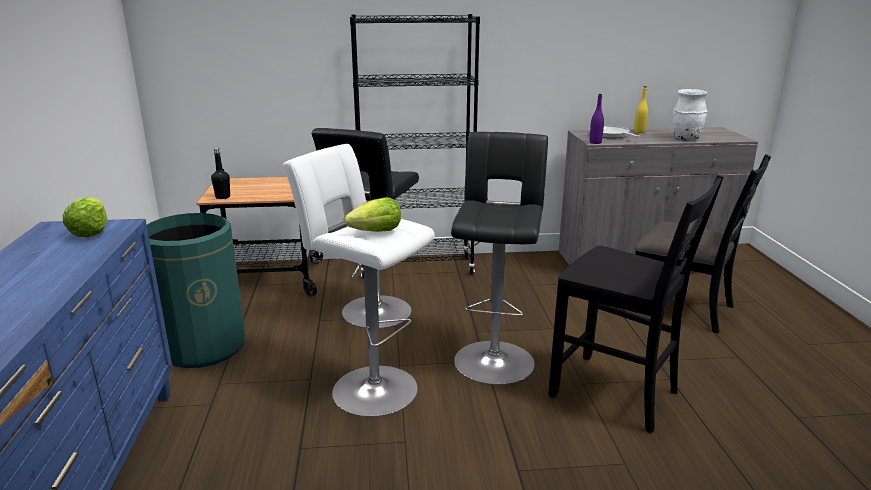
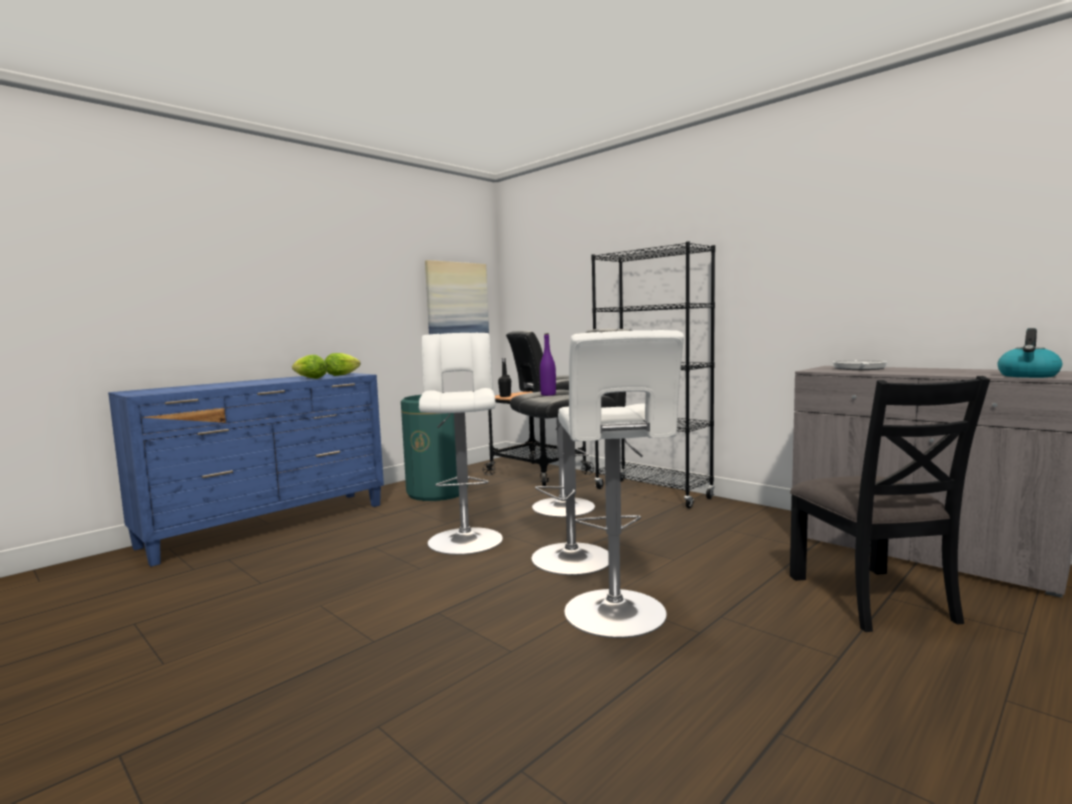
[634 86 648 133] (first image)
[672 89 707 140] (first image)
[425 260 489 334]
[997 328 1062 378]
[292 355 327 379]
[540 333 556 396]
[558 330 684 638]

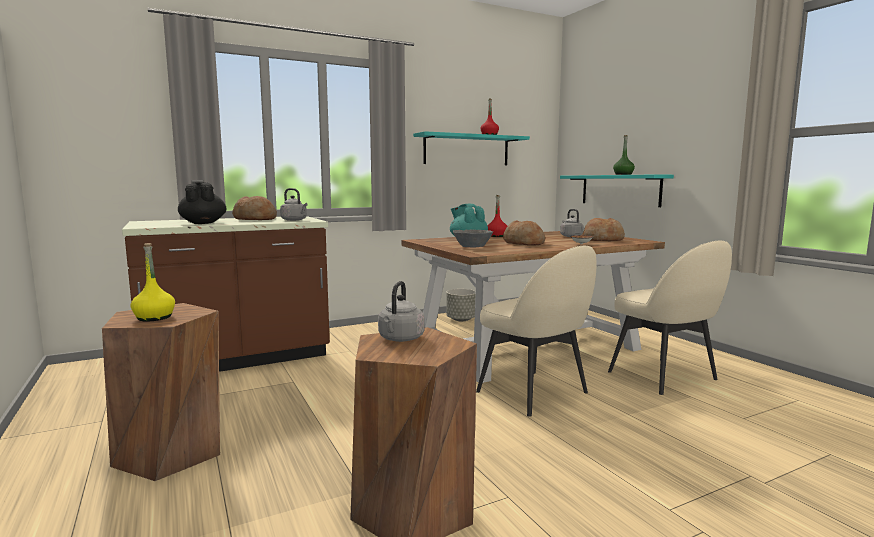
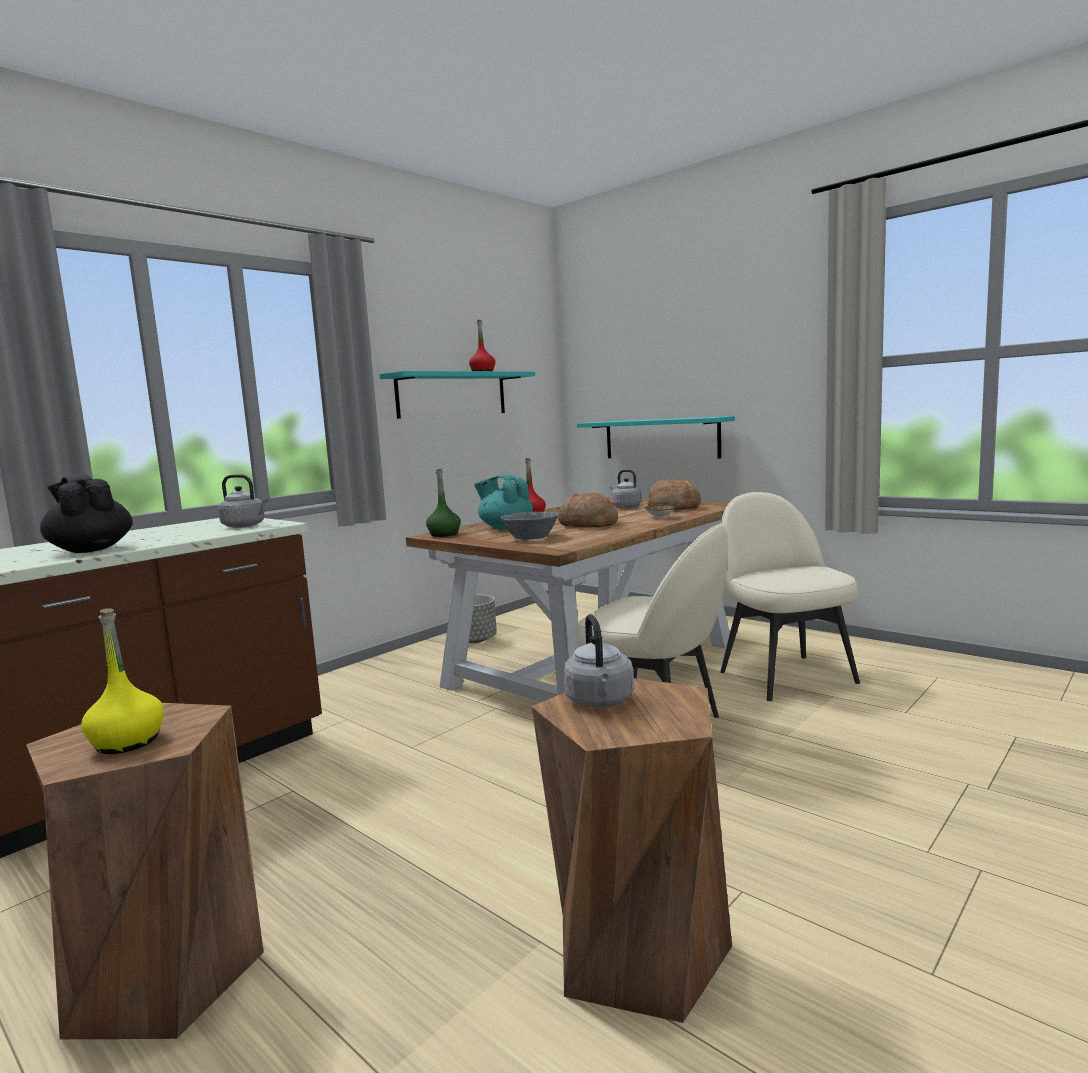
[232 196 277 220] (first image)
[426 469 461 537]
[720 492 860 701]

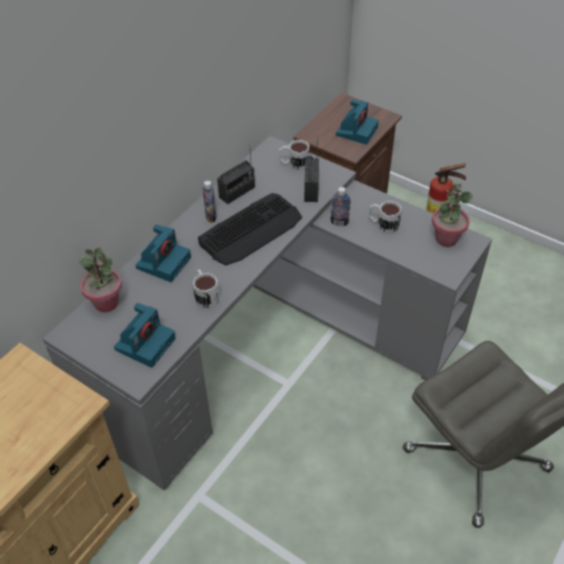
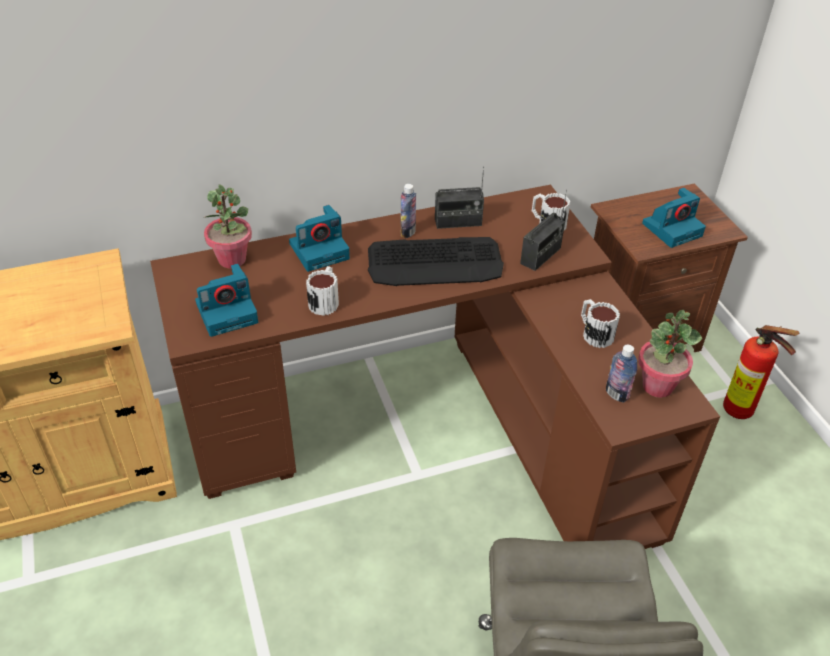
[606 345 637 402]
[150 185 720 549]

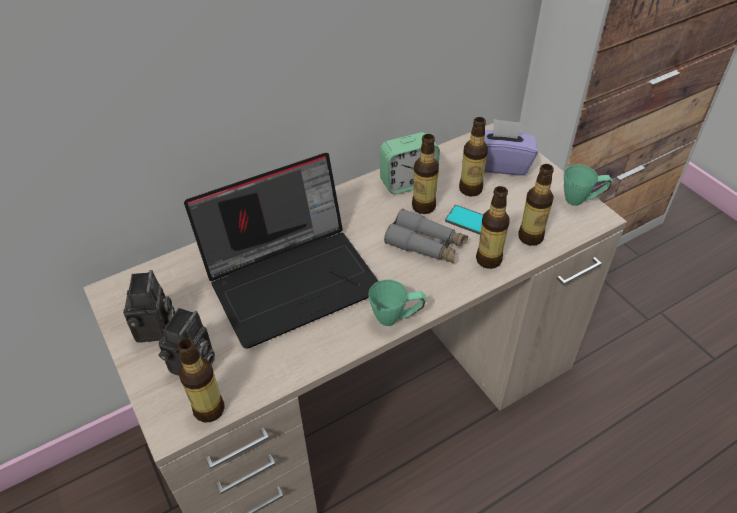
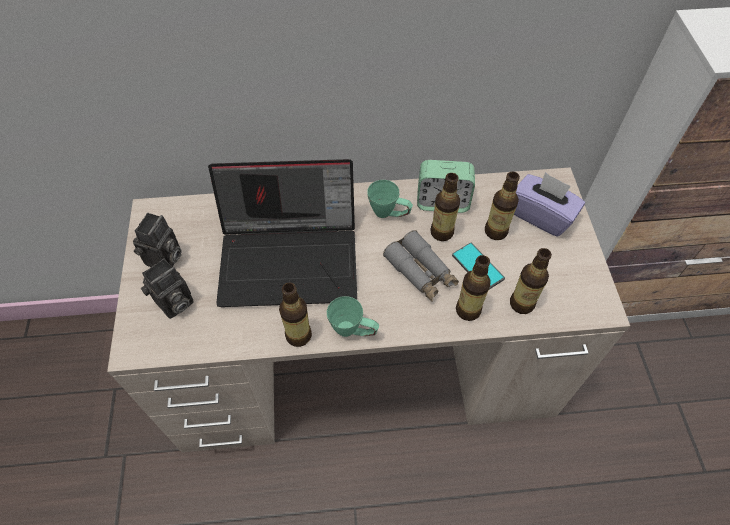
[279 282 312 347]
[367 180 413 218]

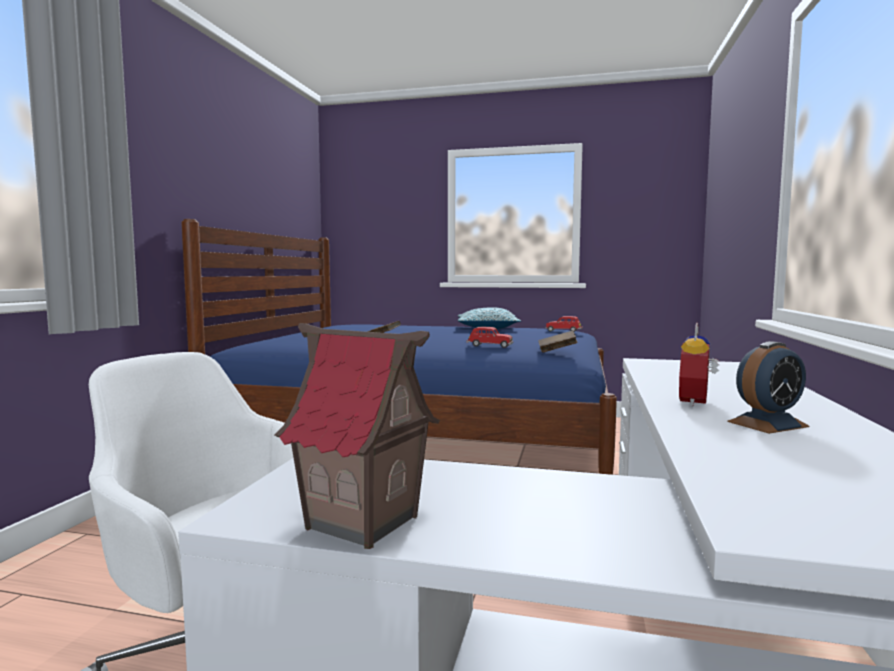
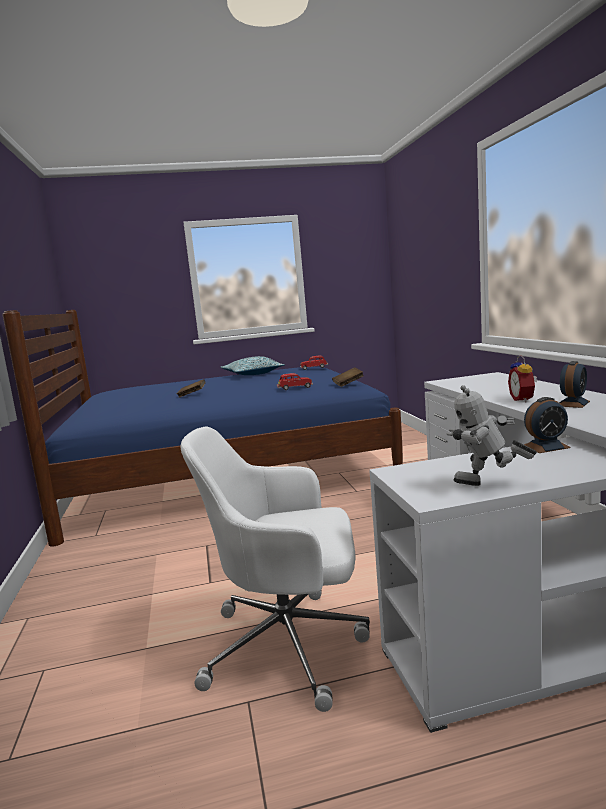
[524 397 571 453]
[446 385 537 486]

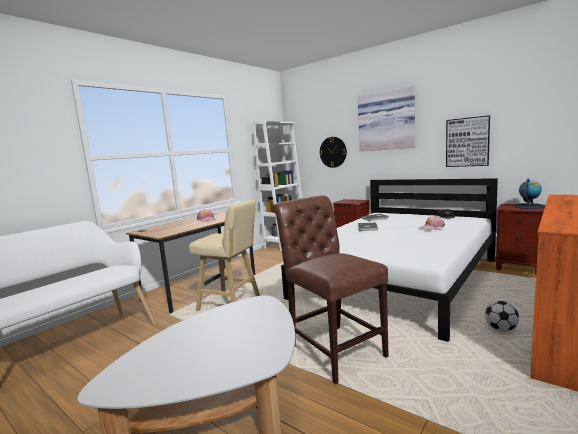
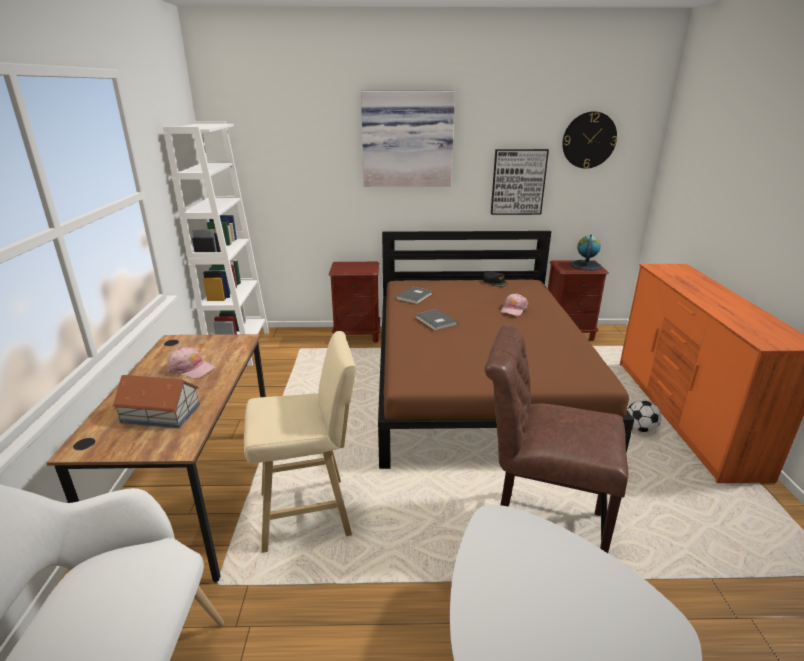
[112 375 200 428]
[562 111 617 169]
[378 231 634 469]

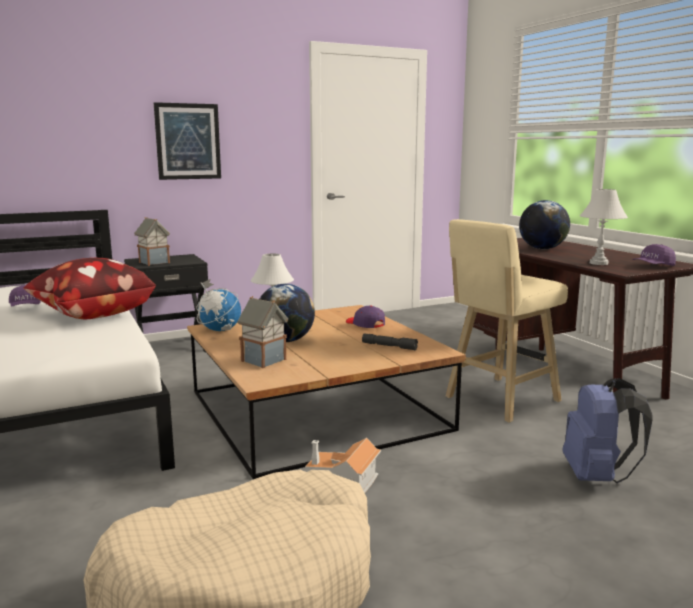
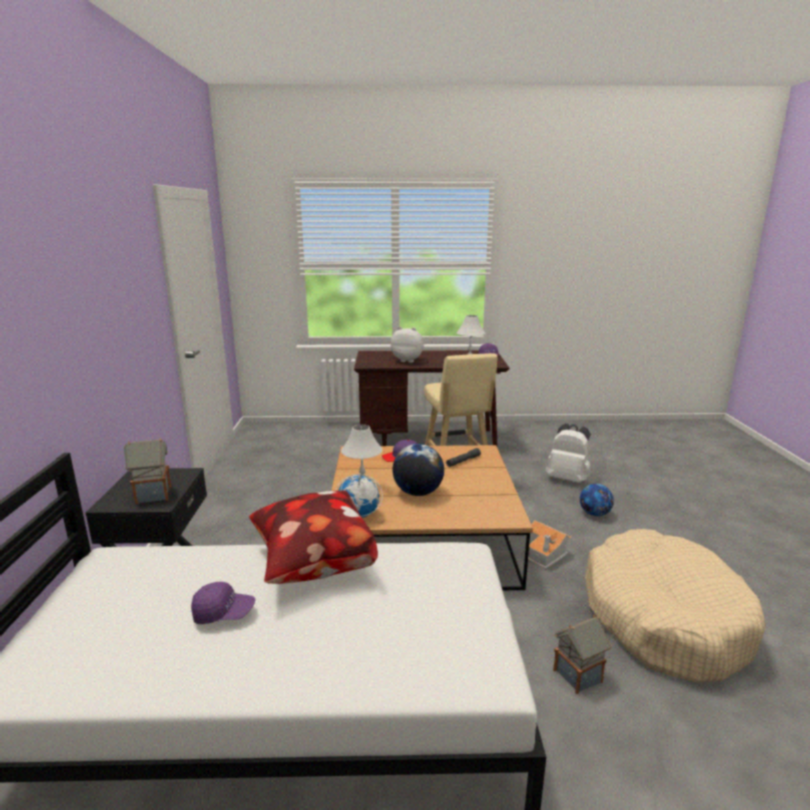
[154 102 221 180] (first image)
[580 484 614 516]
[553 615 611 694]
[391 327 424 363]
[546 423 591 483]

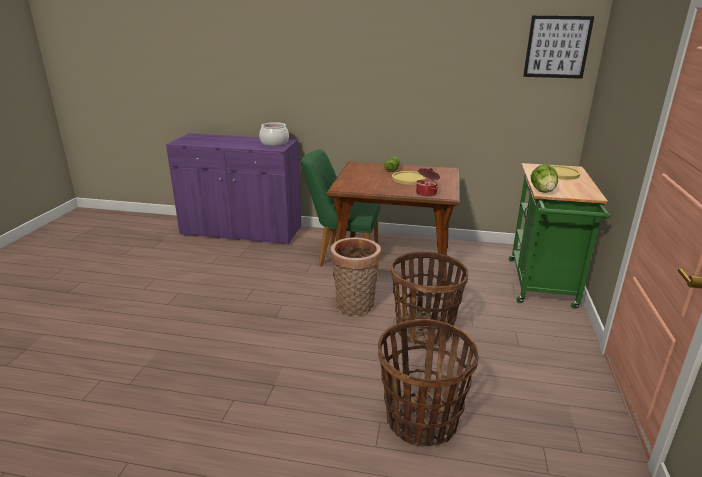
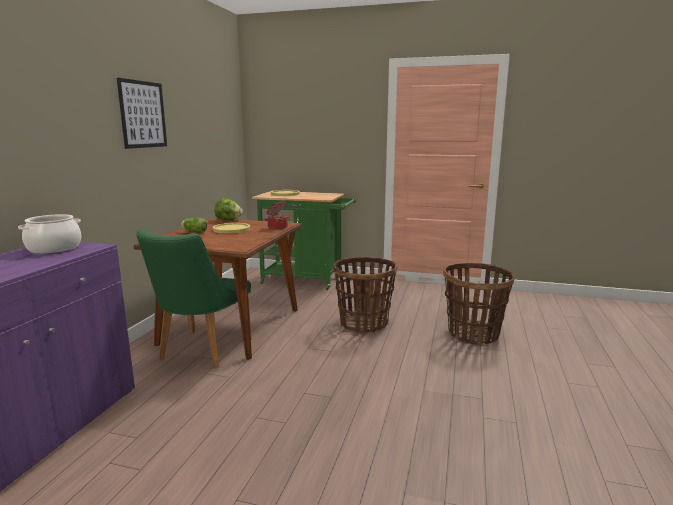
[330 237 381 316] (first image)
[117 78 167 149]
[214 198 243 220]

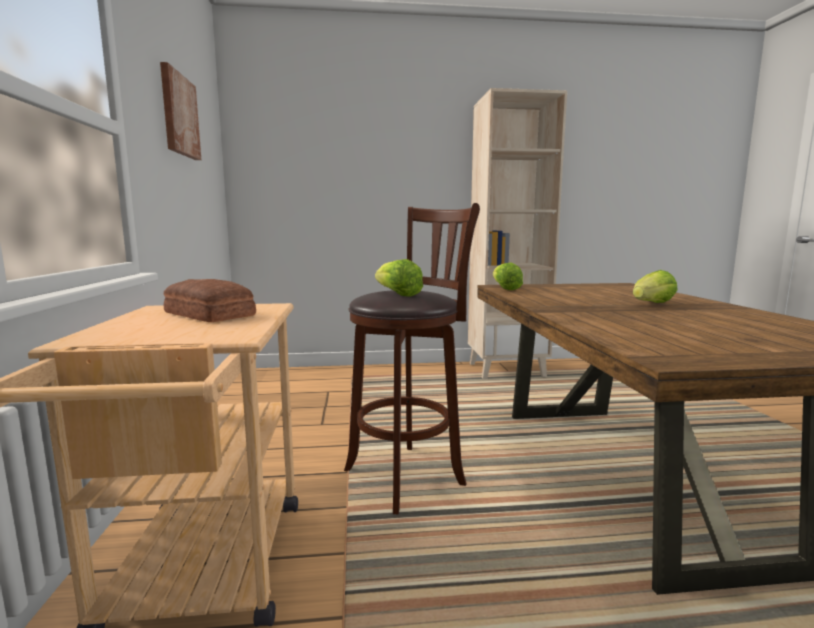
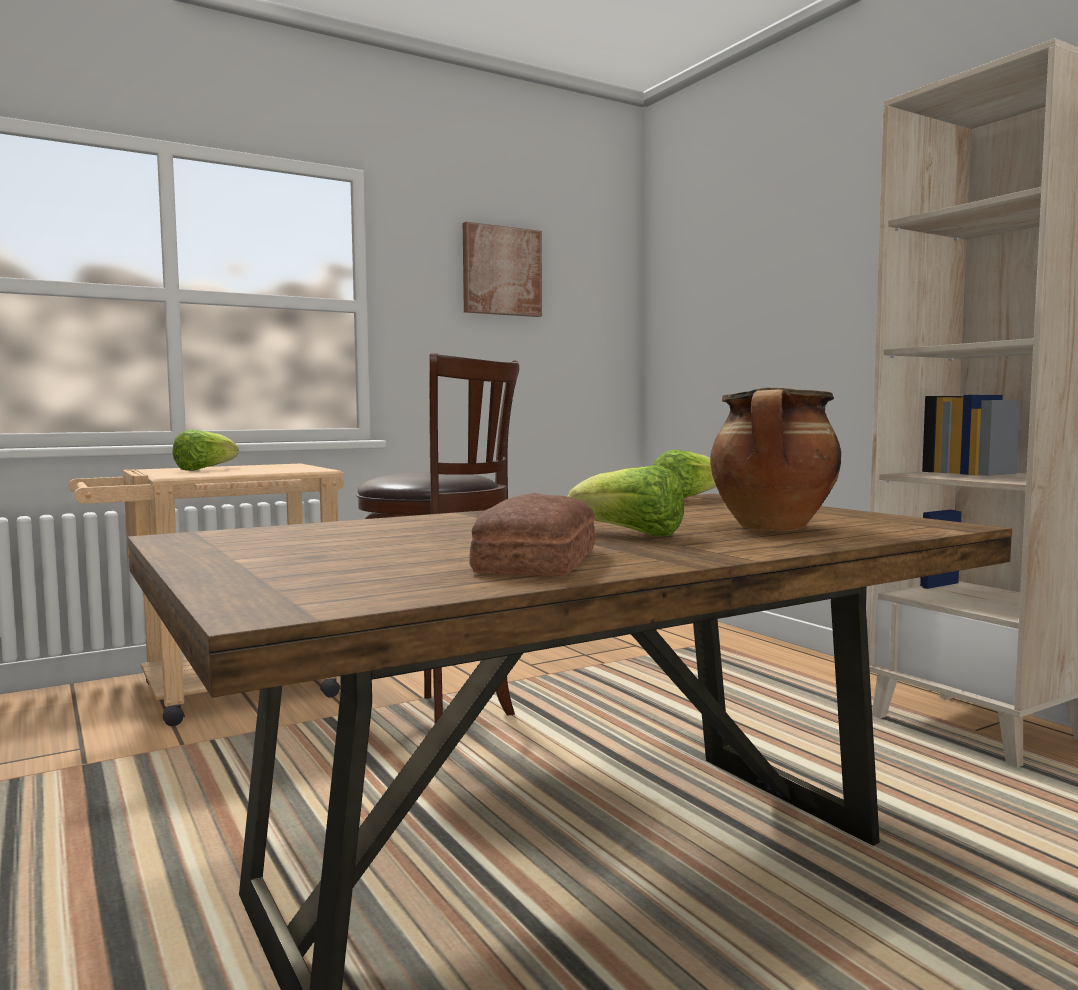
[710 387 841 531]
[469 493 595 576]
[172 429 239 471]

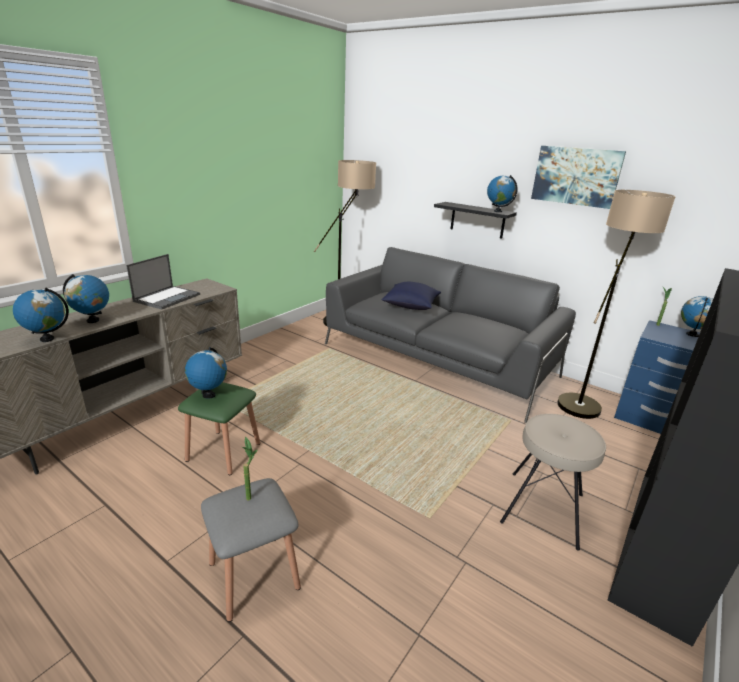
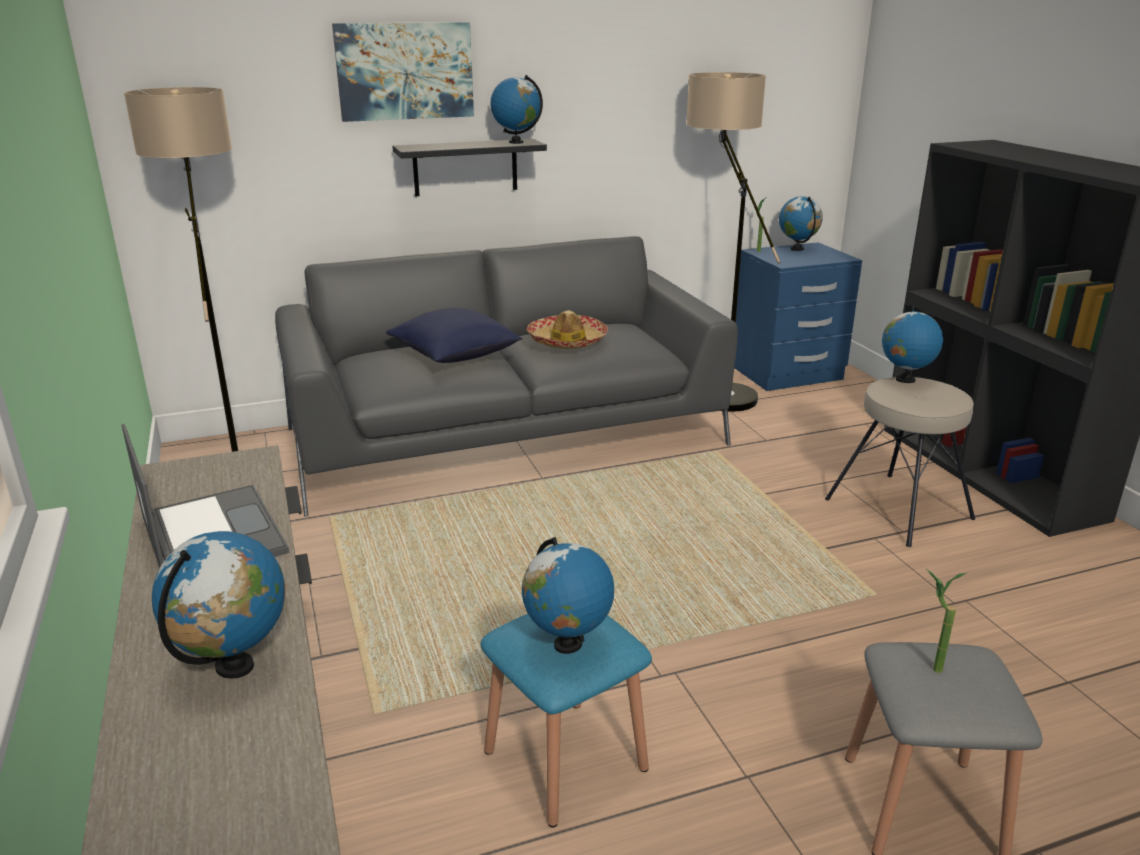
[527 310 608 349]
[882 307 943 383]
[332 22 474 122]
[481 614 652 828]

